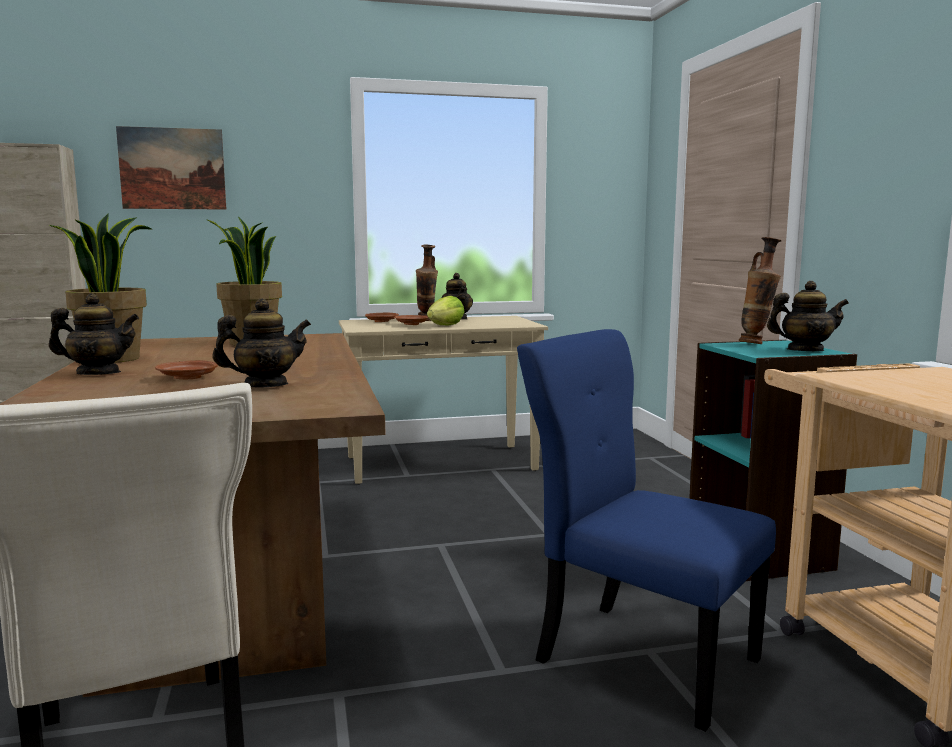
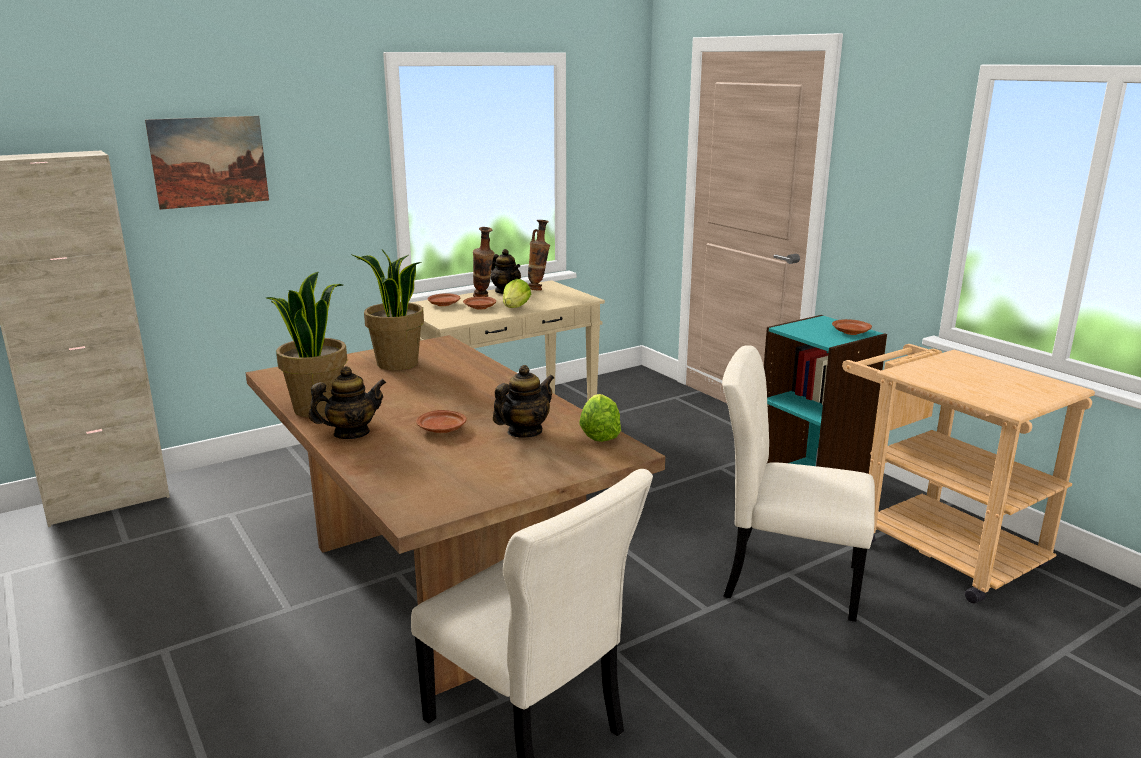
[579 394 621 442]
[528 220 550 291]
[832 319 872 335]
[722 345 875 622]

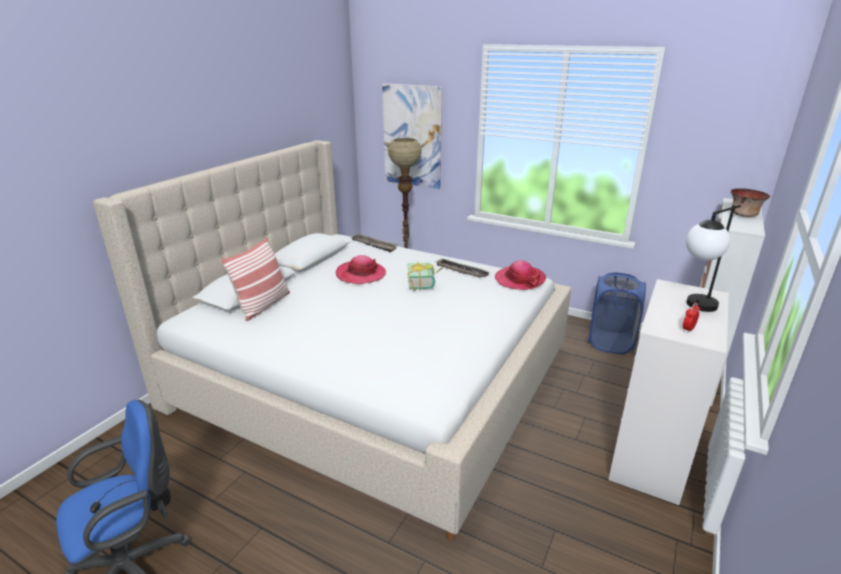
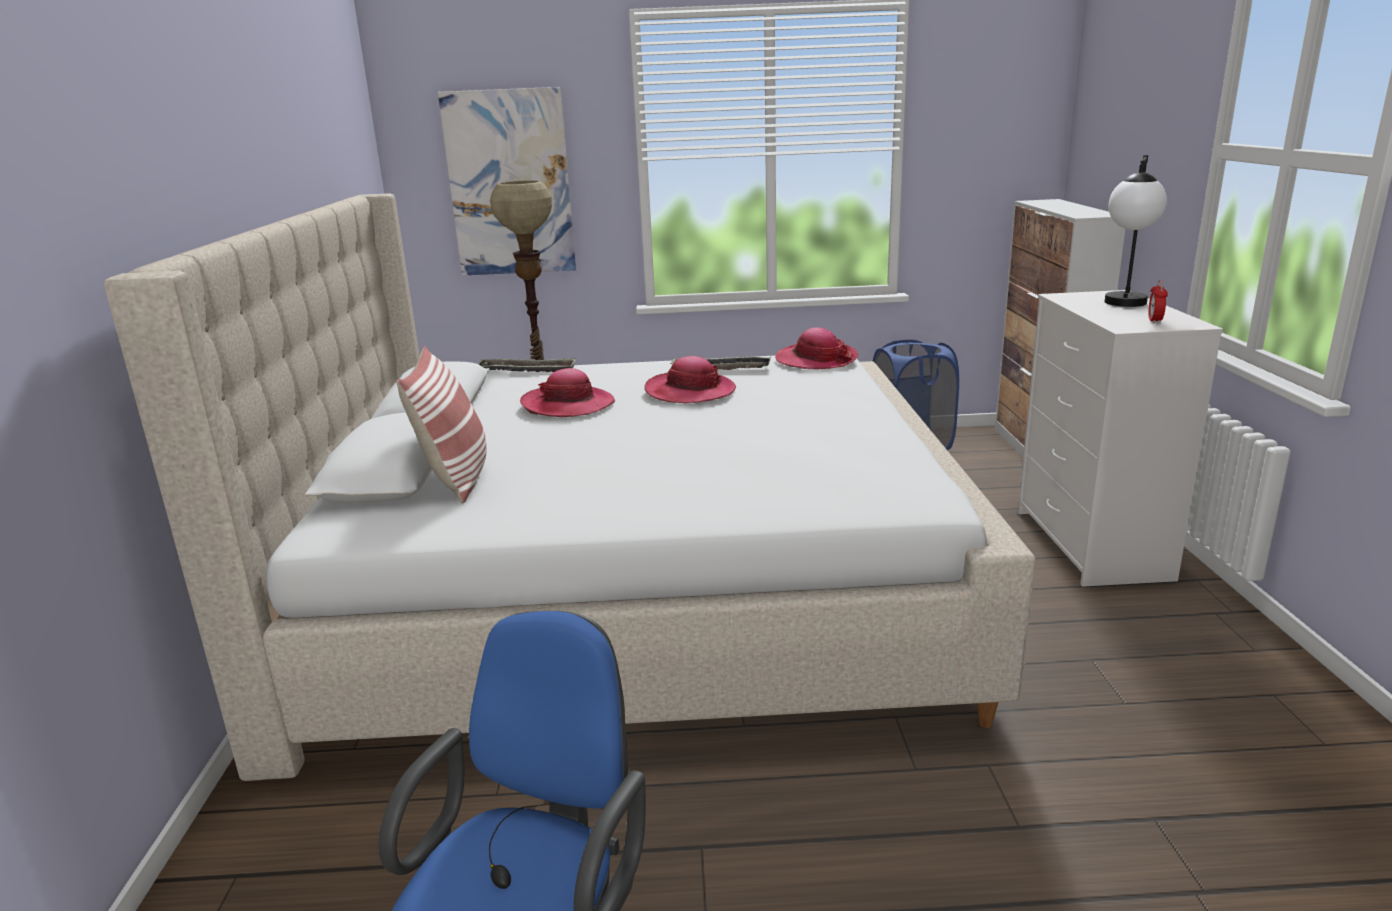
[731 188 770 217] (first image)
[644 356 736 403]

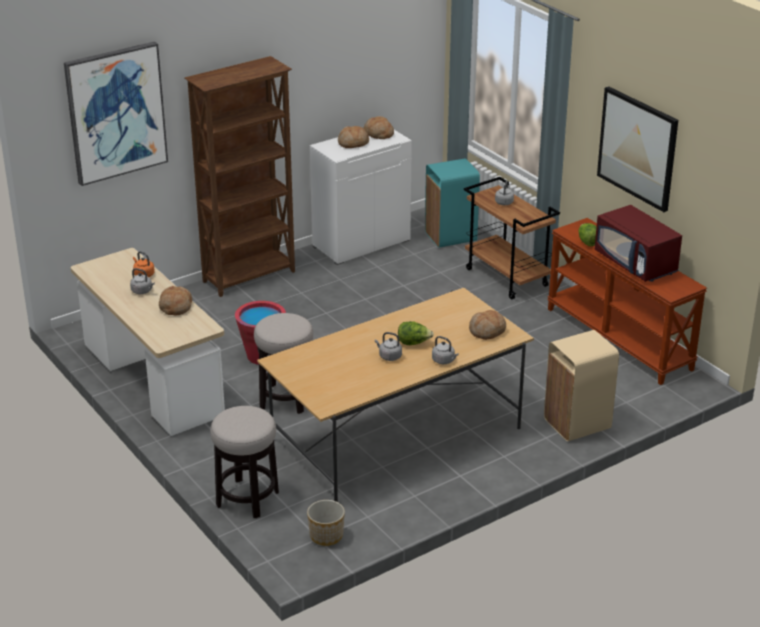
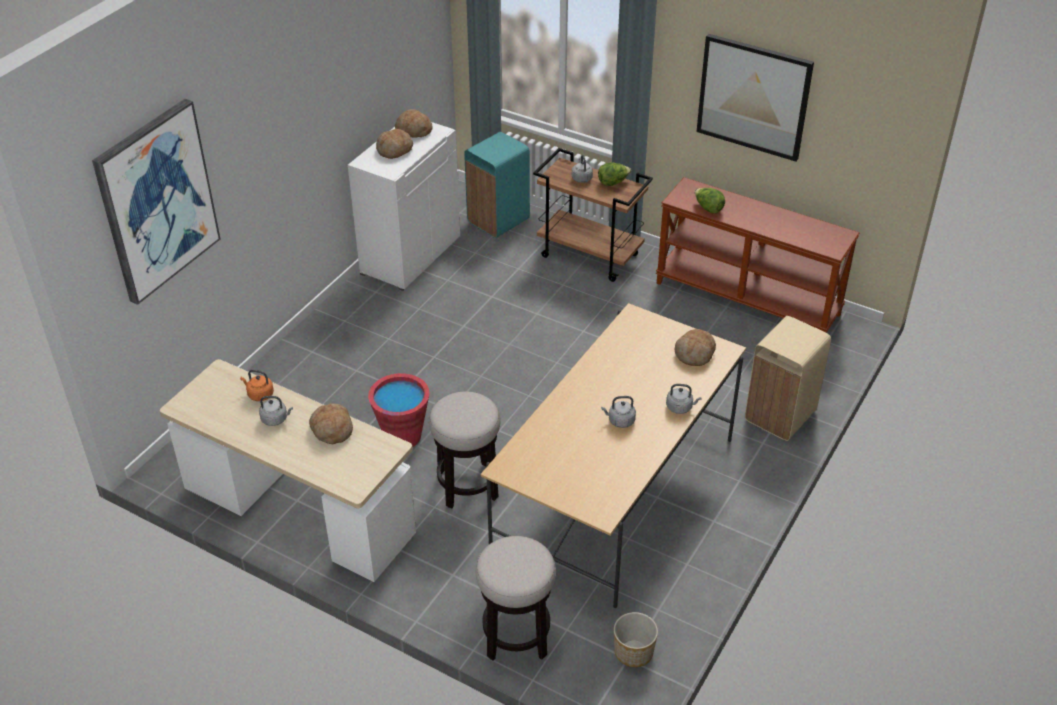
[185 56 295 297] (first image)
[595 205 682 282] (first image)
[598 162 631 186]

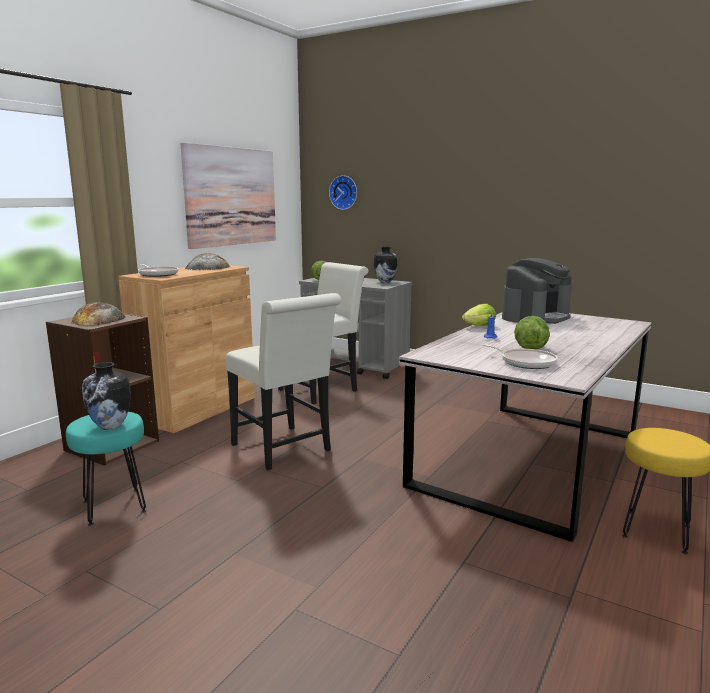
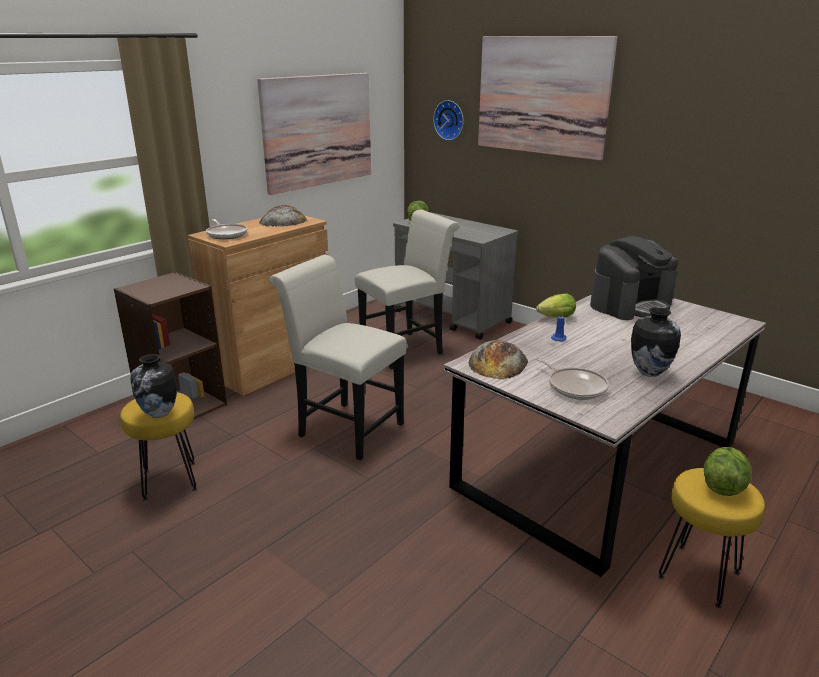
[478 36 617 160]
[468 340 528 379]
[631 307 681 377]
[704 447 751 496]
[120 392 197 501]
[269 255 407 460]

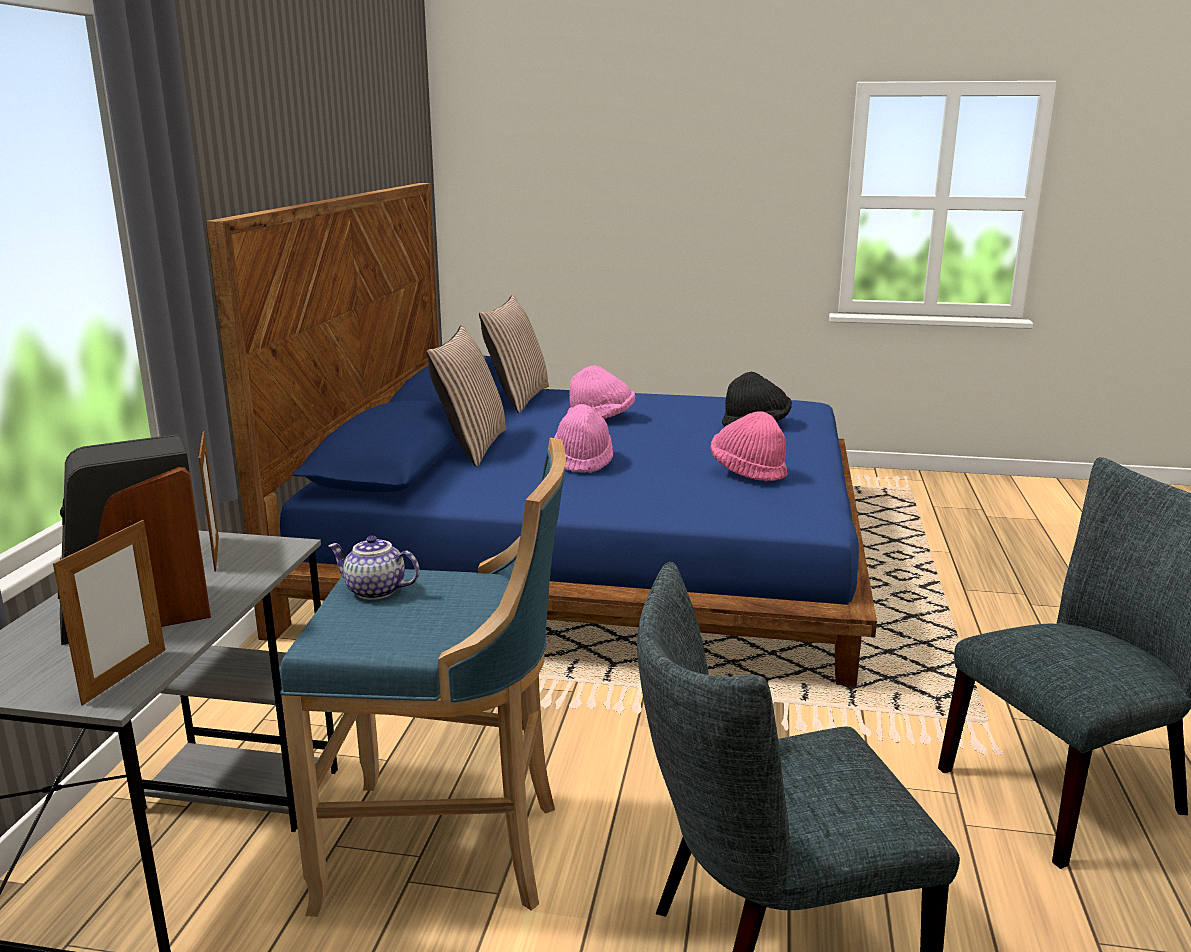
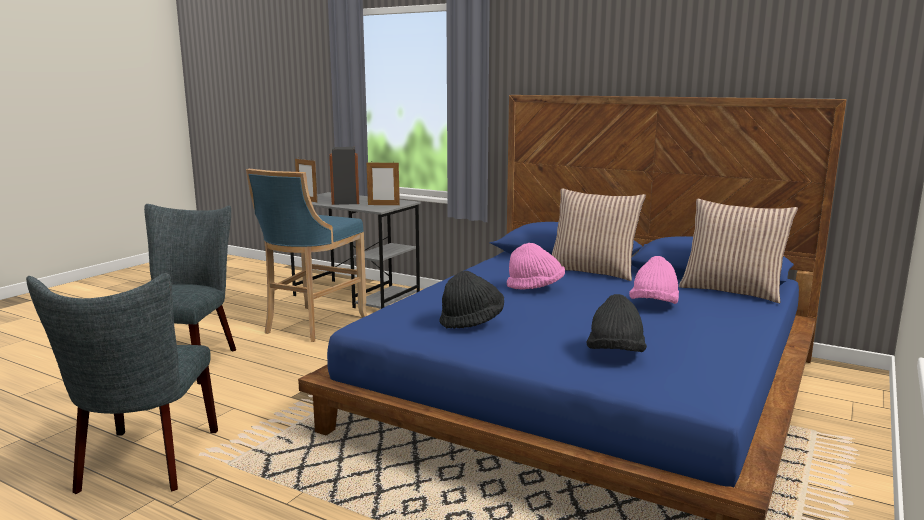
[328 536 420 600] (first image)
[439 270 504 328]

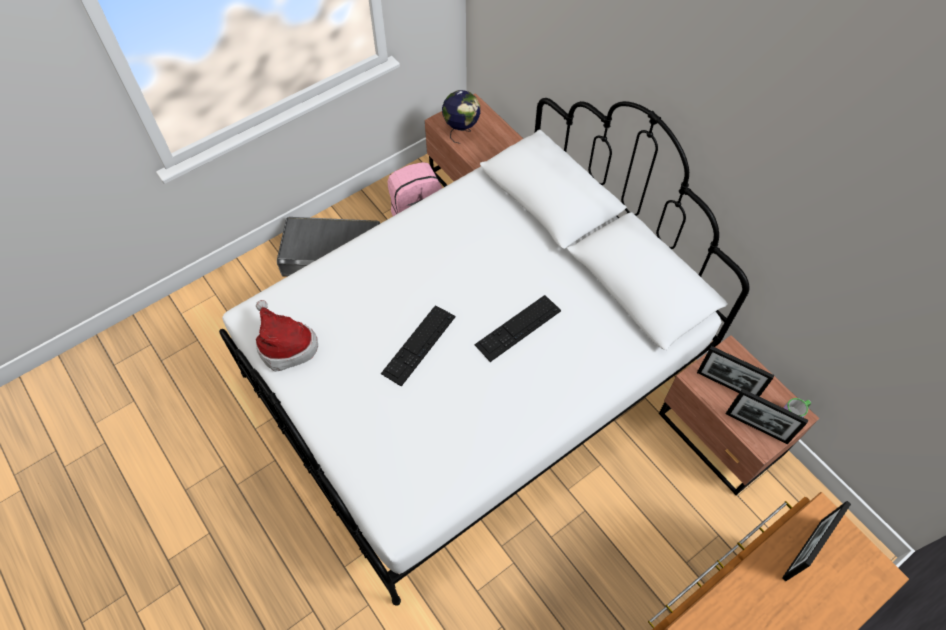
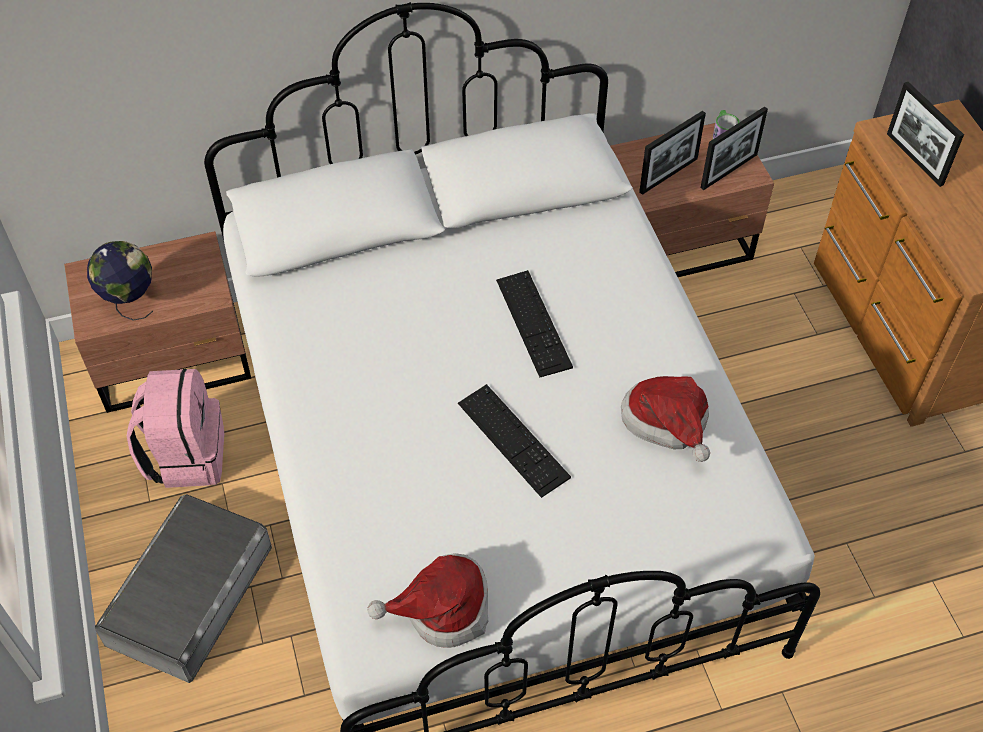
[621 376 710 462]

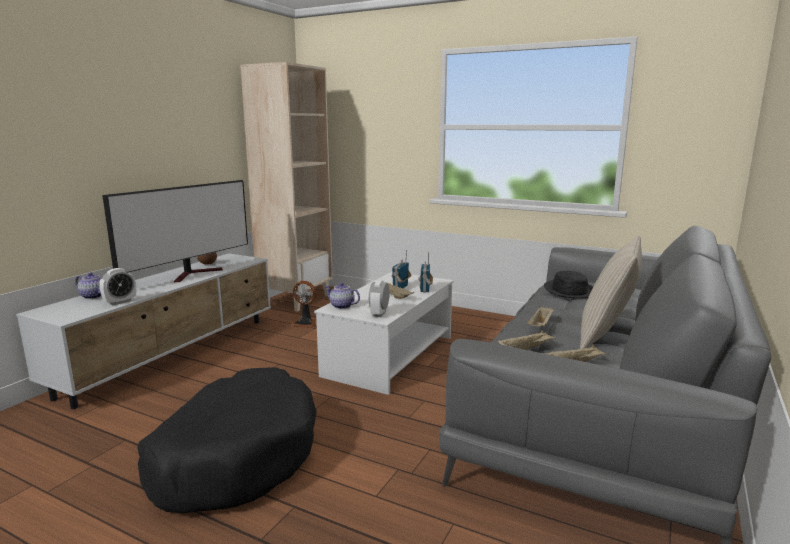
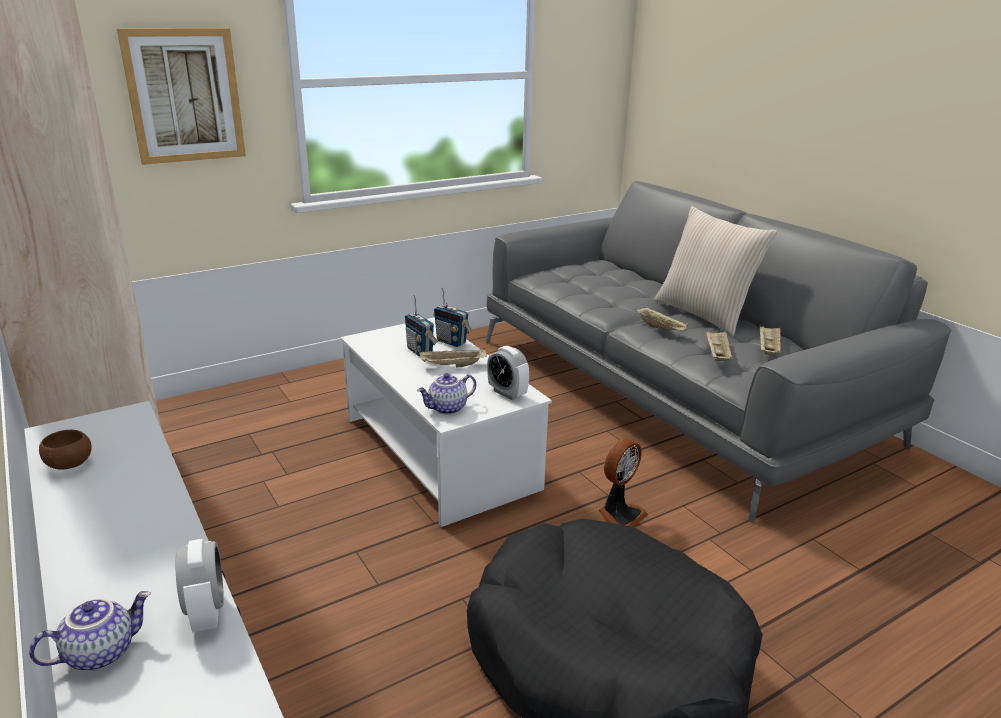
[102 180 248 282] (first image)
[544 271 593 298] (first image)
[117 28 246 165]
[598 439 648 527]

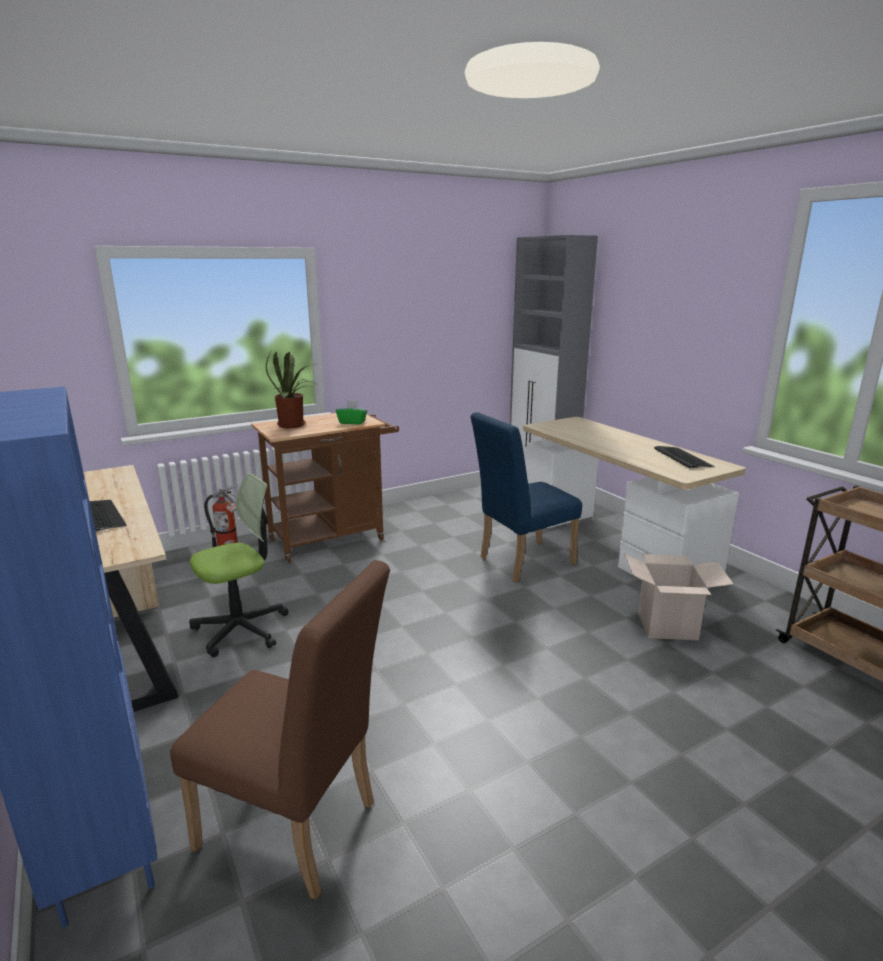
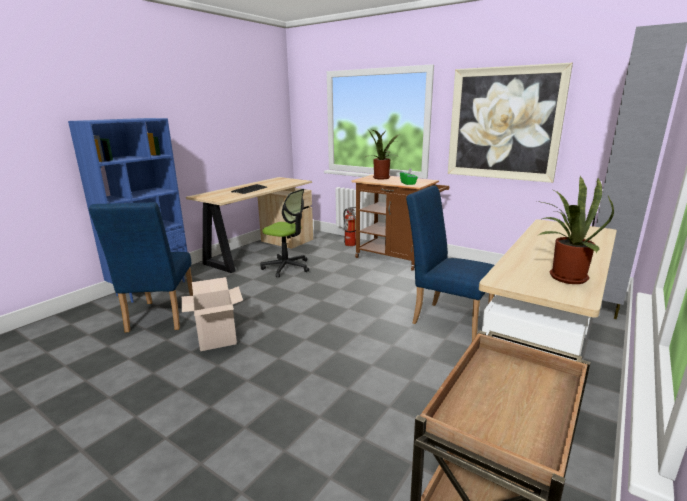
[448 63 573 183]
[182 277 243 351]
[537 176 614 284]
[89 202 193 332]

